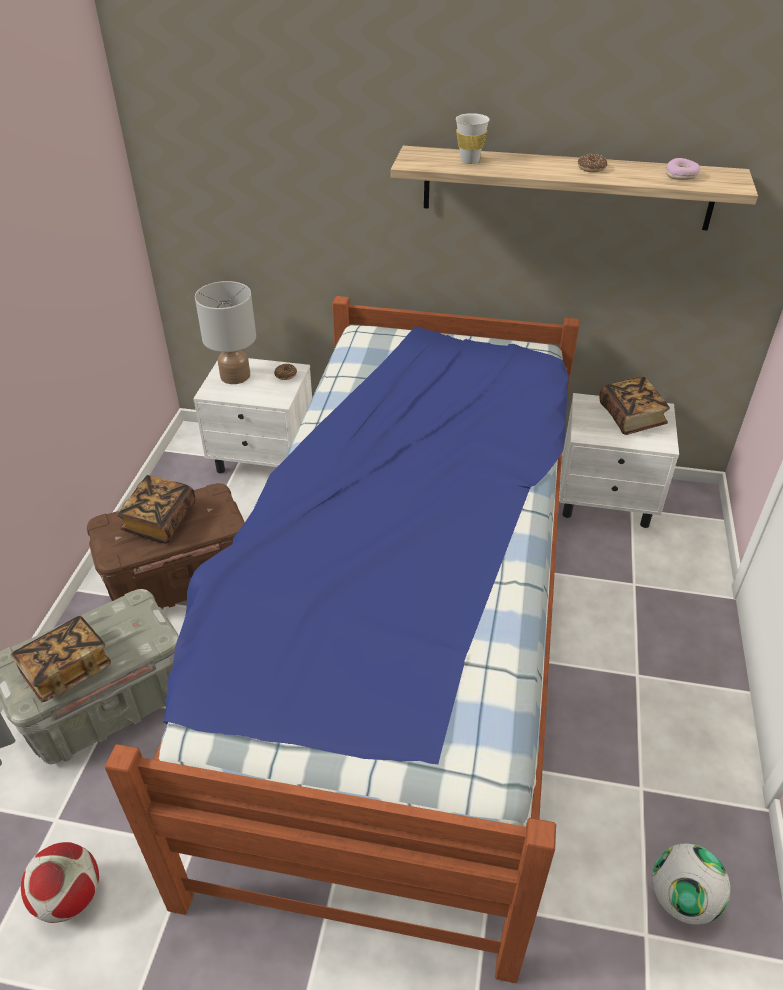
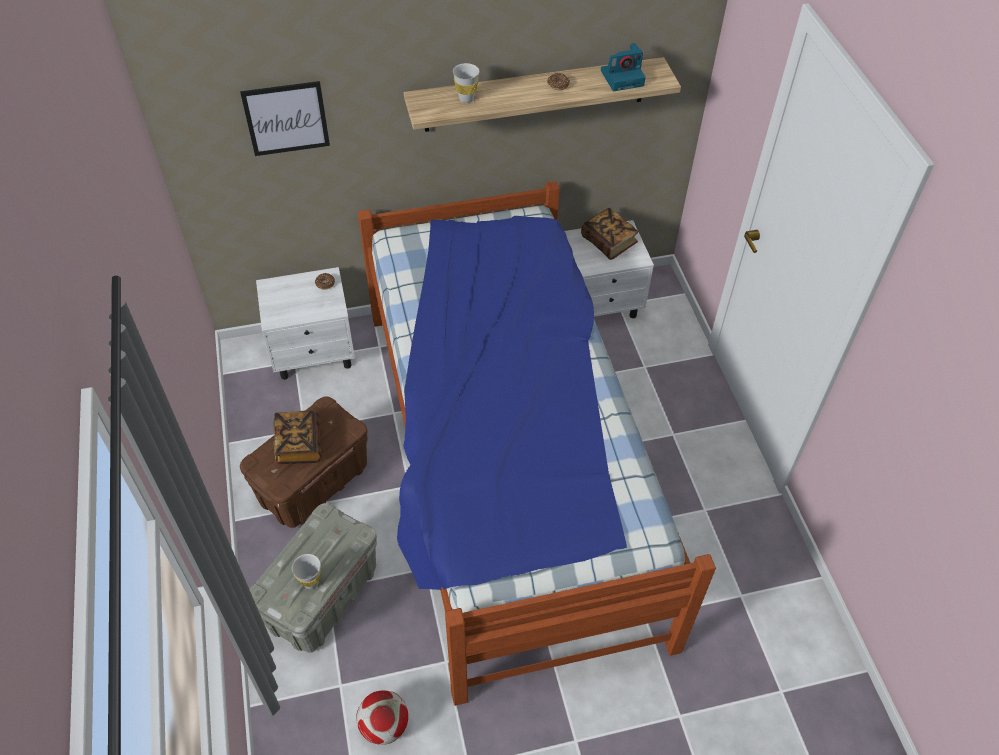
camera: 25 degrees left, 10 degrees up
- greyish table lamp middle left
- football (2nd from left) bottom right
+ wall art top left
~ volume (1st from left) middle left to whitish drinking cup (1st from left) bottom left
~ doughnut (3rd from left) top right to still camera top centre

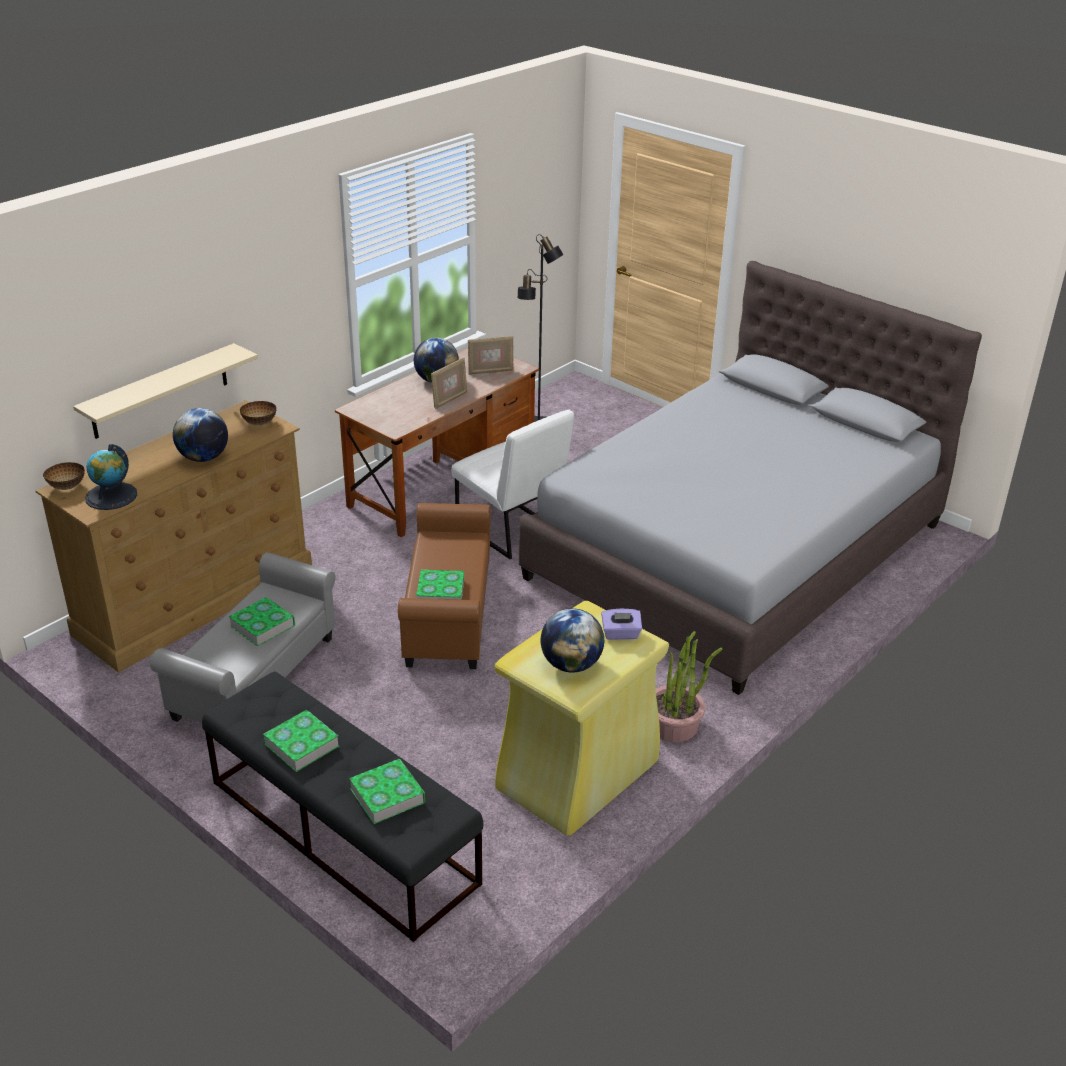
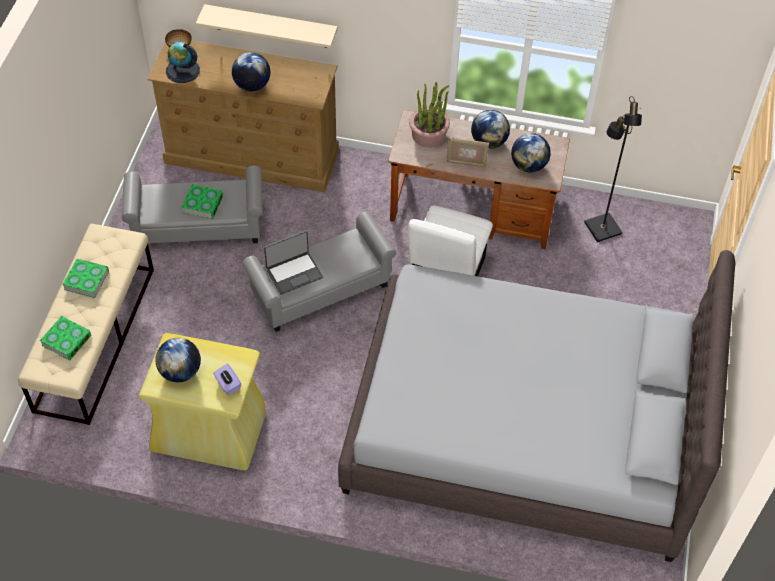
camera: 60 degrees right, 20 degrees up
- serving bowl (2nd from left) middle left
~ potted plant centre to top centre
~ volume (4th from left) centre to notebook computer centre
~ standing frame (2nd from left) top centre to world globe (5th from left) top right
~ black-coloured long seat bottom left to beige long seat middle left
~ brownish footrest centre to greyish footrest (2nd from left) centre

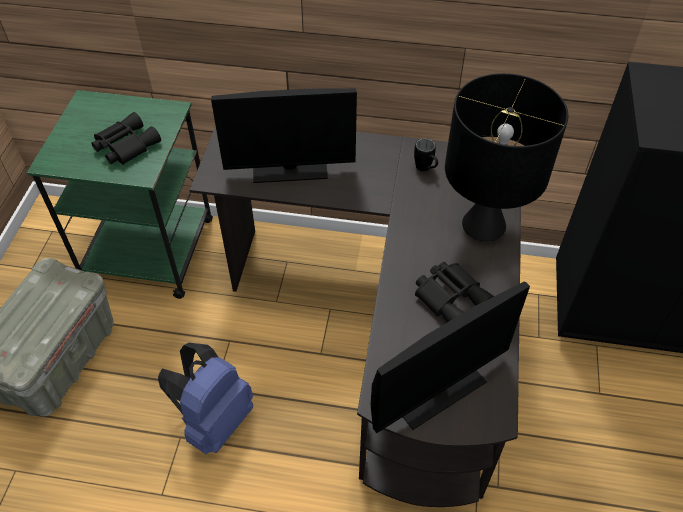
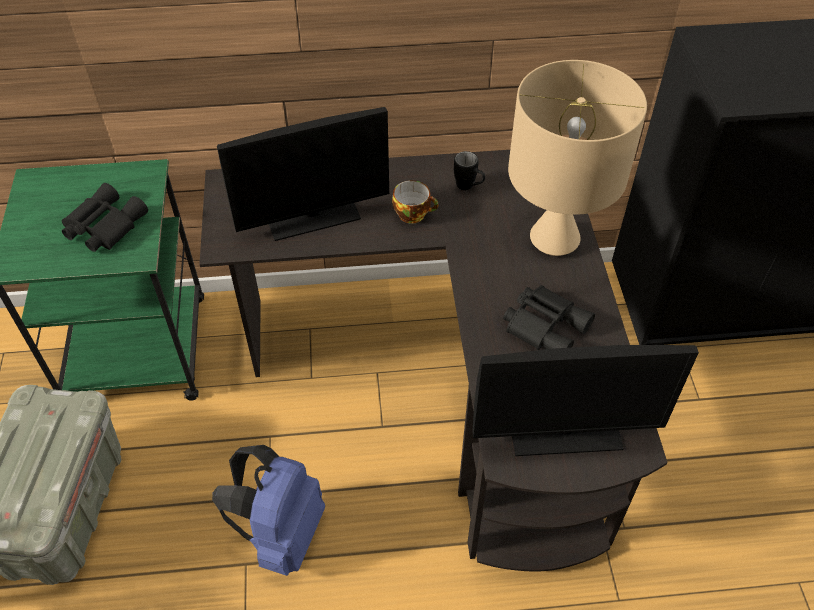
camera: 15 degrees left, 0 degrees up
+ drinking cup top centre
~ black-coloured table lamp top right to beige table lamp top right
~ computer screen (2nd from left) bottom centre = middle right 45 degrees clockwise

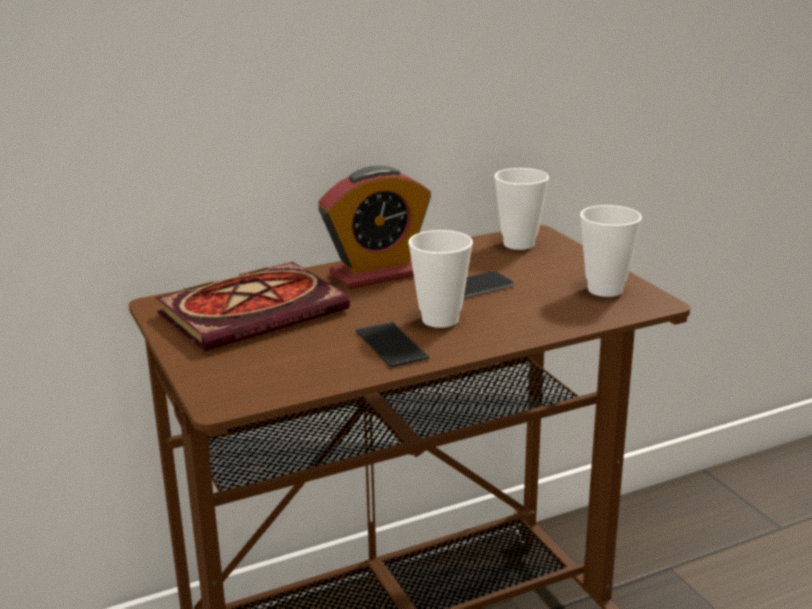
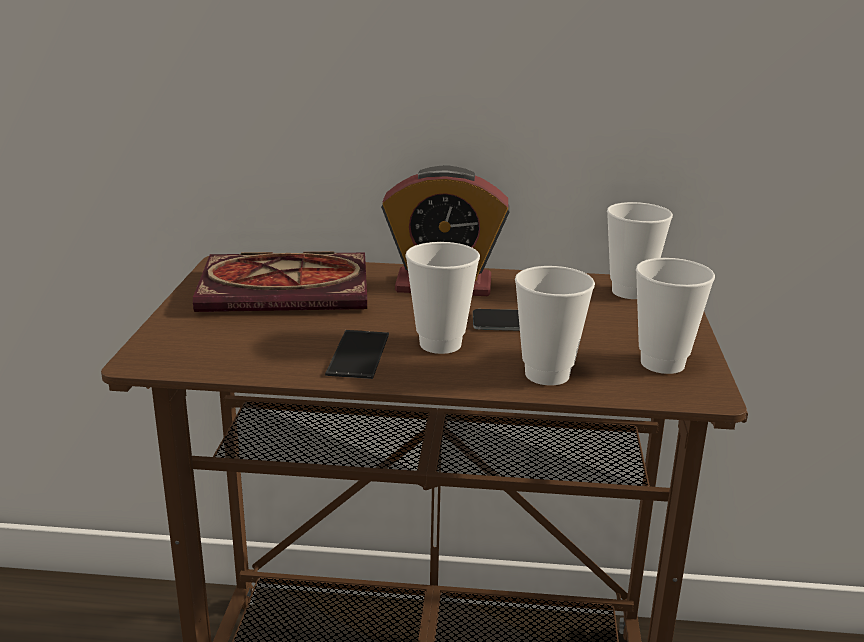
camera: 30 degrees right, 0 degrees up
+ drinking cup (2nd from left) centre

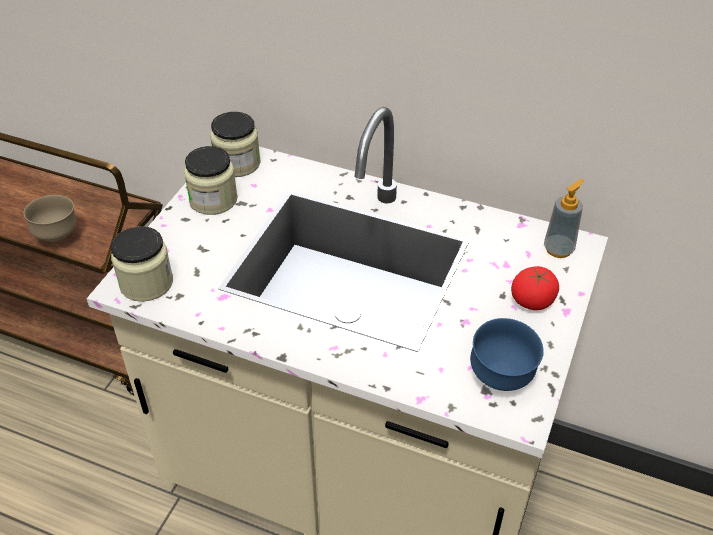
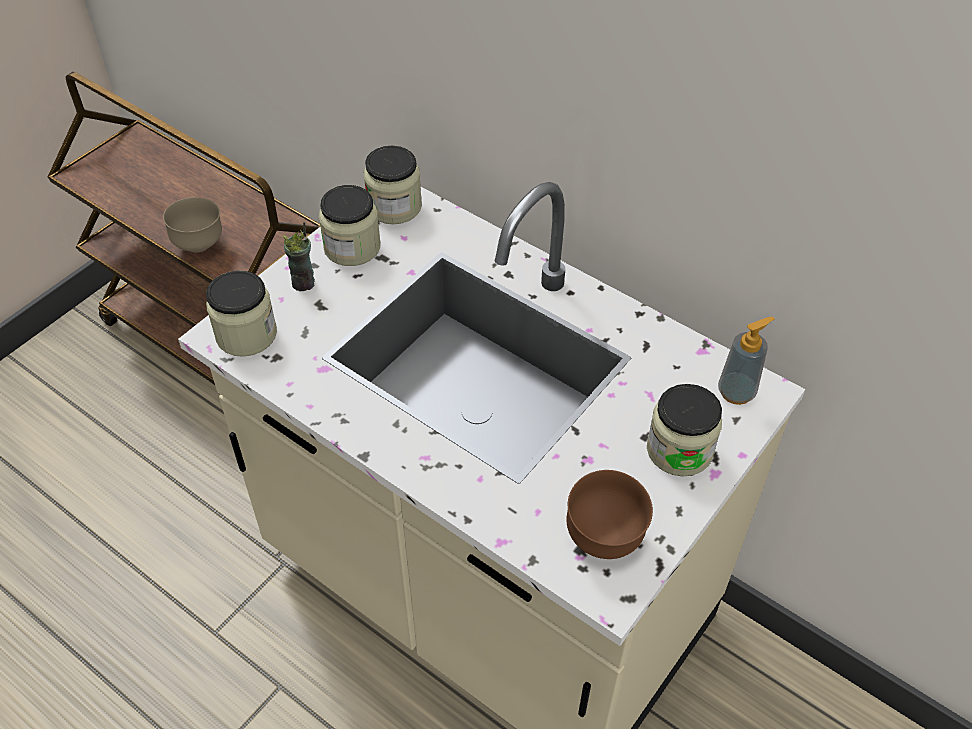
camera: 15 degrees right, 5 degrees up
+ drinking cup middle left
~ whole tomato middle right to storage jar (4th from left) middle right
~ blue serving bowl middle right to brownish serving bowl (2nd from left) bottom centre

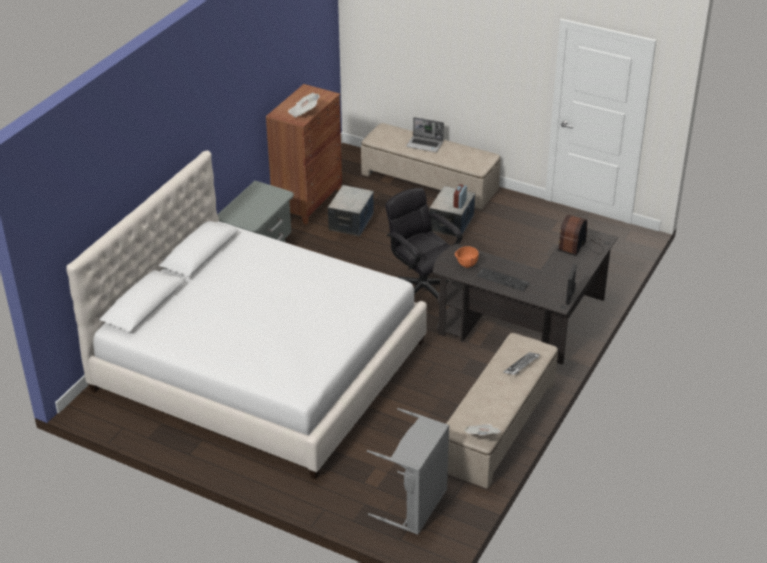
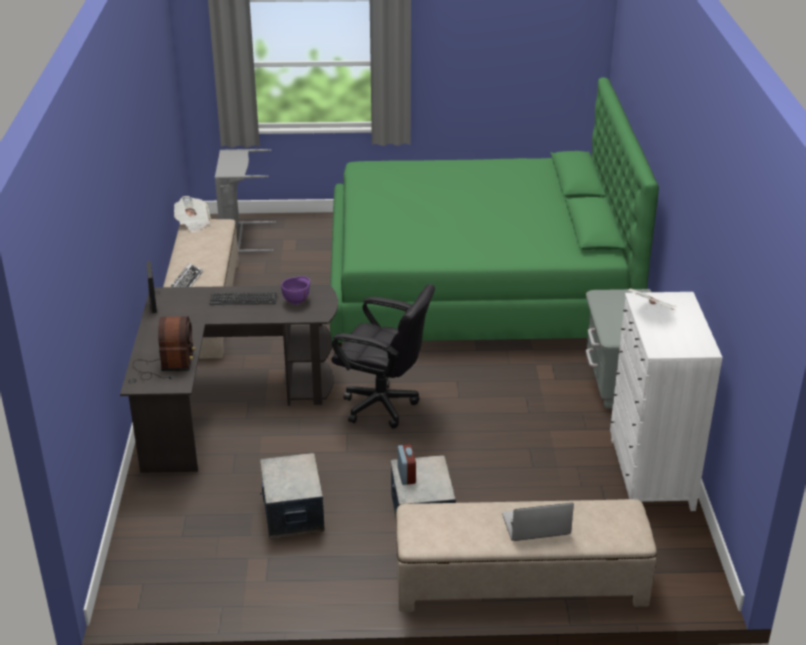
camera: 150 degrees right, 5 degrees down
~ storage bin (1st from left) centre to bottom centre
~ whitish bed middle left to green bed top centre
~ brownish drawer chest top centre to whitish drawer chest middle right
~ orange-coloured serving bowl centre to purplish serving bowl centre

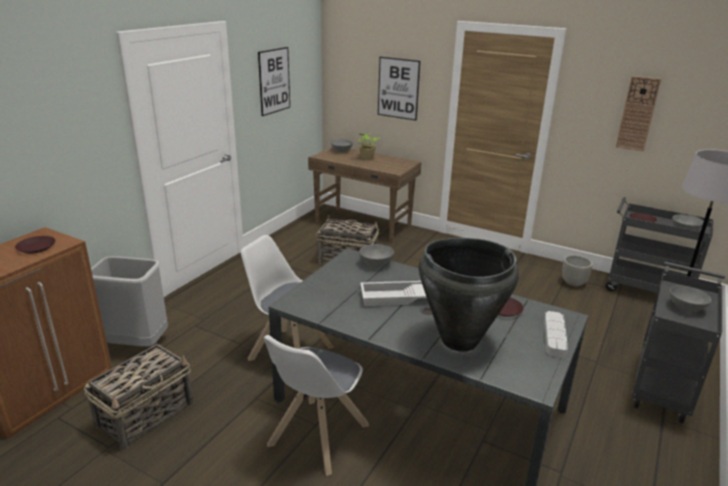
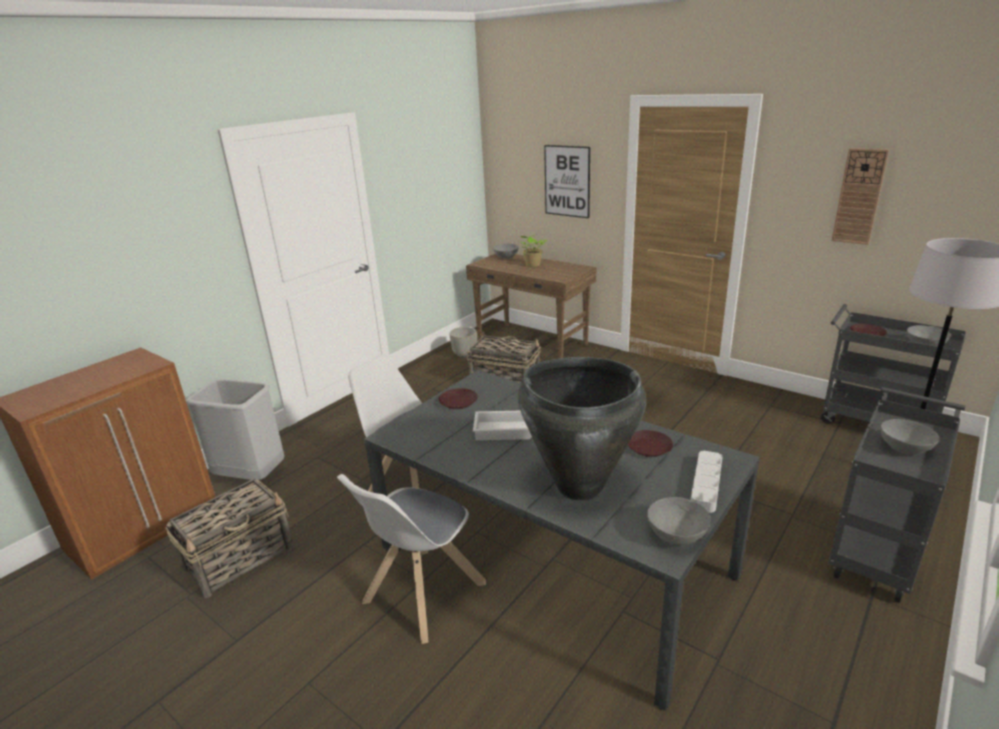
camera: 10 degrees right, 0 degrees up
- wall art (1st from left) top centre
~ brownish flat dish (1st from left) middle left to centre
~ greyish serving bowl (2nd from left) centre to bottom right
~ greyish planter middle right to centre

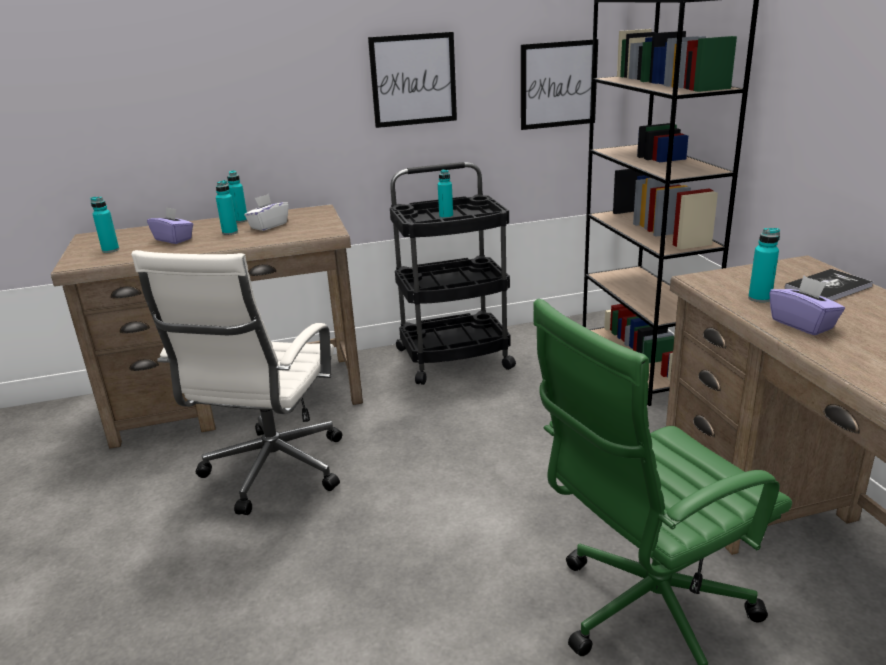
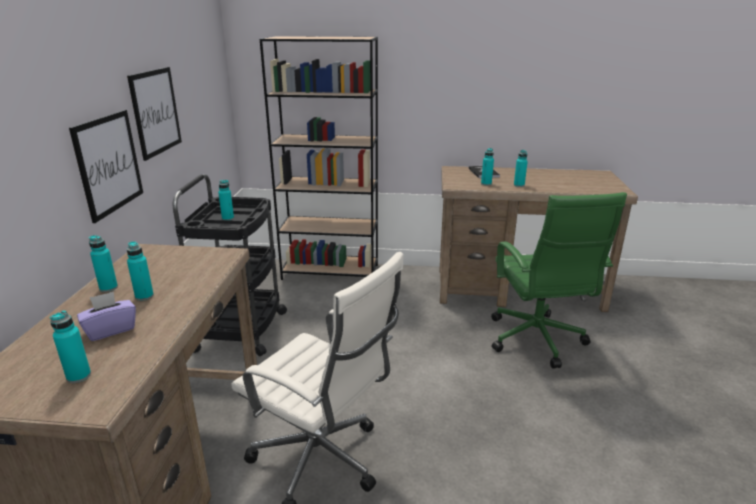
camera: 70 degrees left, 0 degrees up
- whitish tissue box top left
~ wall art (2nd from left in the first image) top centre to wall art (1st from left) top left
~ purplish tissue box (2nd from left) middle right to turquoise drink bottle (6th from left) middle right

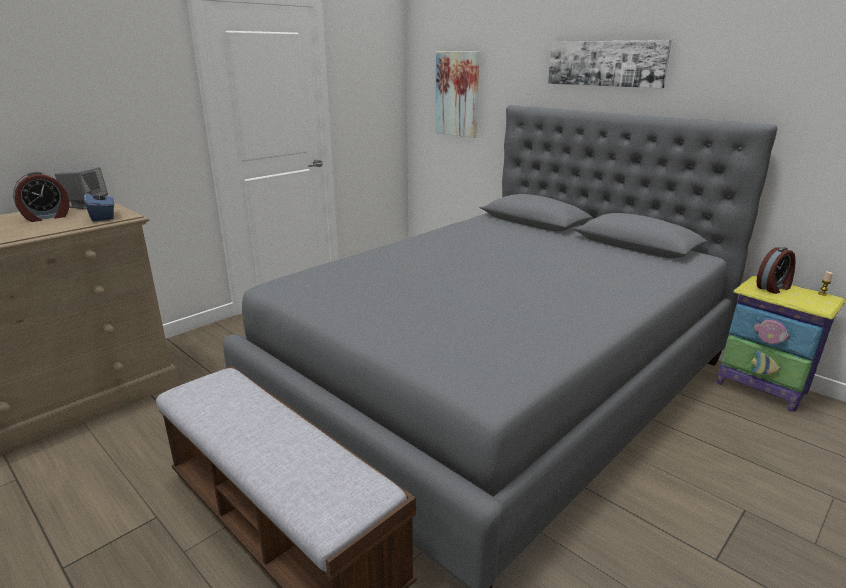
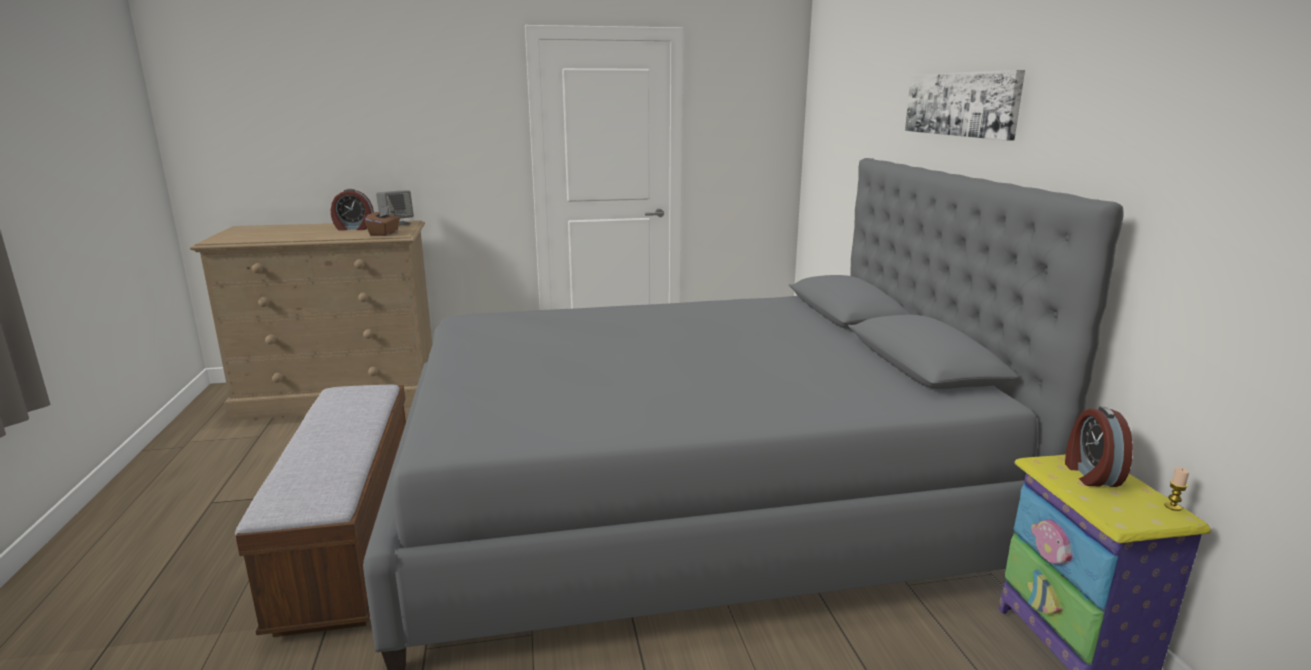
camera: 35 degrees right, 5 degrees down
- wall art (1st from left) top centre
~ blue tissue box middle left to brownish tissue box top left
~ alarm clock (2nd from left) middle right = bottom right 90 degrees clockwise

